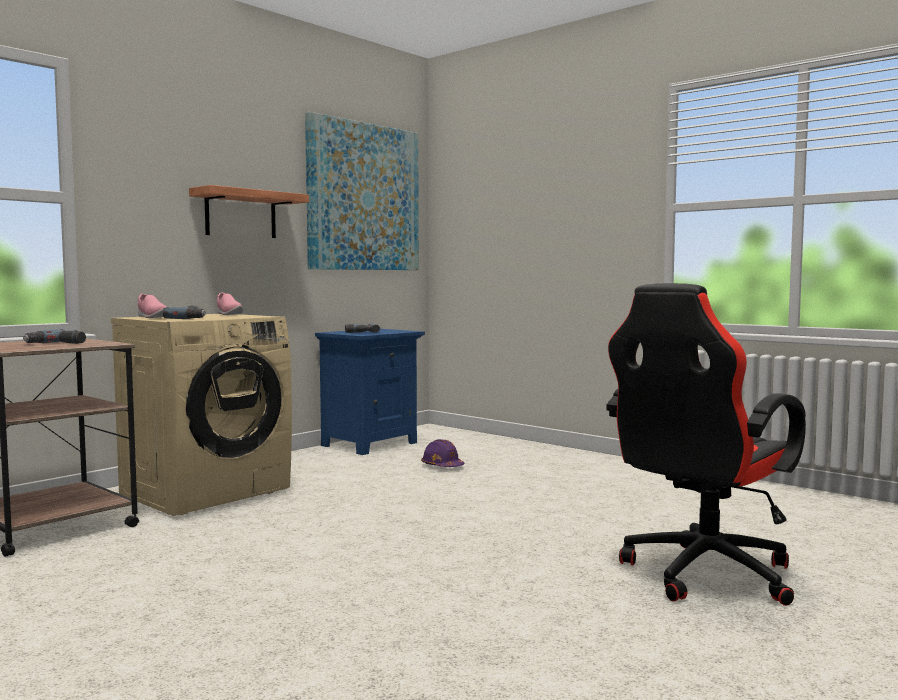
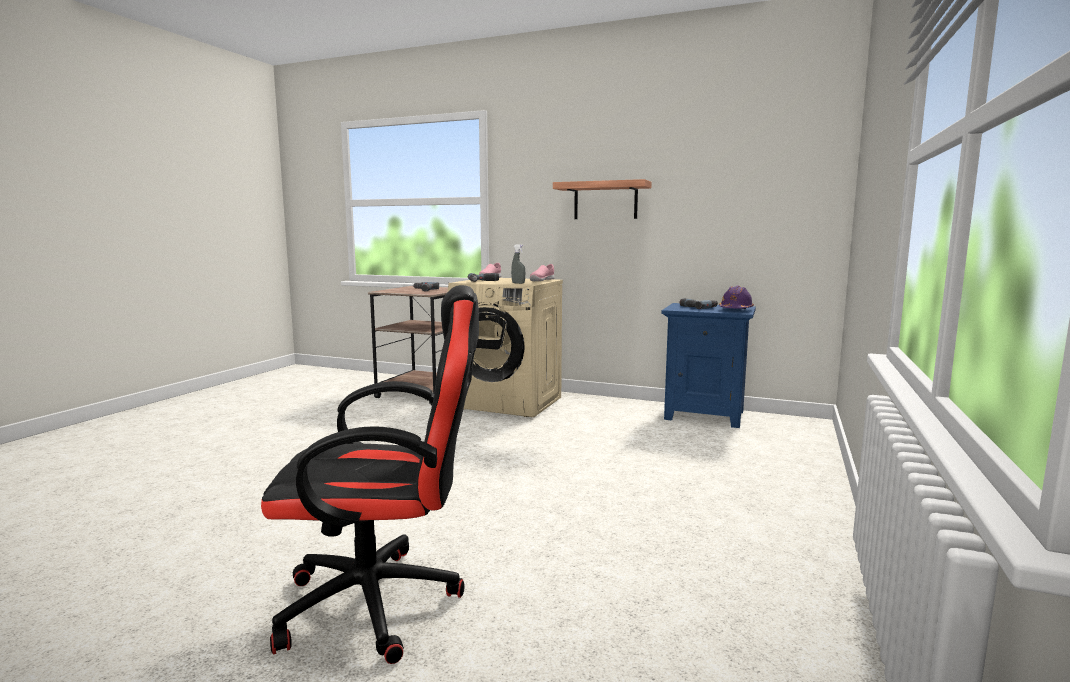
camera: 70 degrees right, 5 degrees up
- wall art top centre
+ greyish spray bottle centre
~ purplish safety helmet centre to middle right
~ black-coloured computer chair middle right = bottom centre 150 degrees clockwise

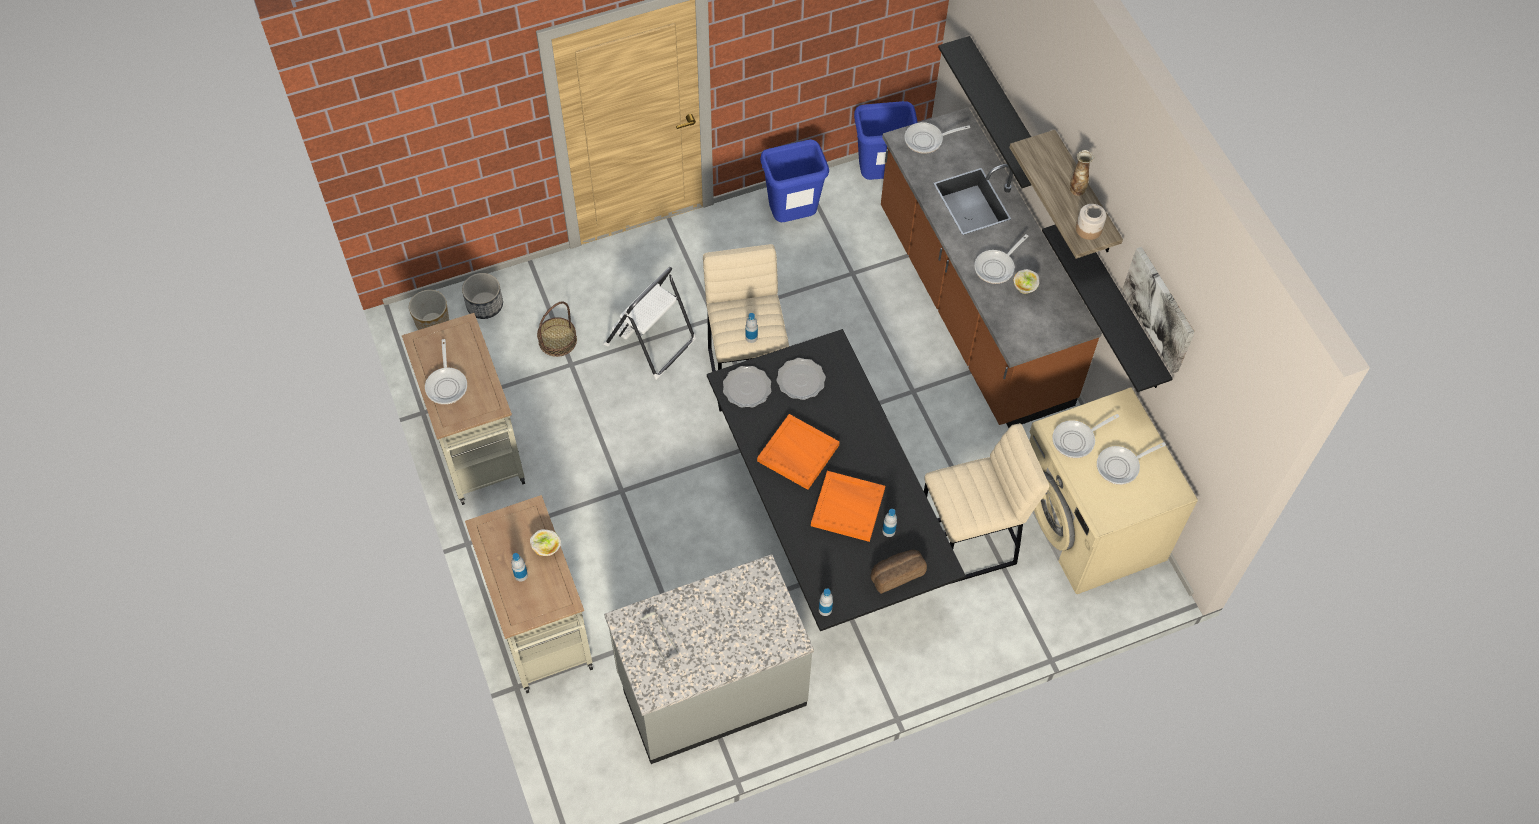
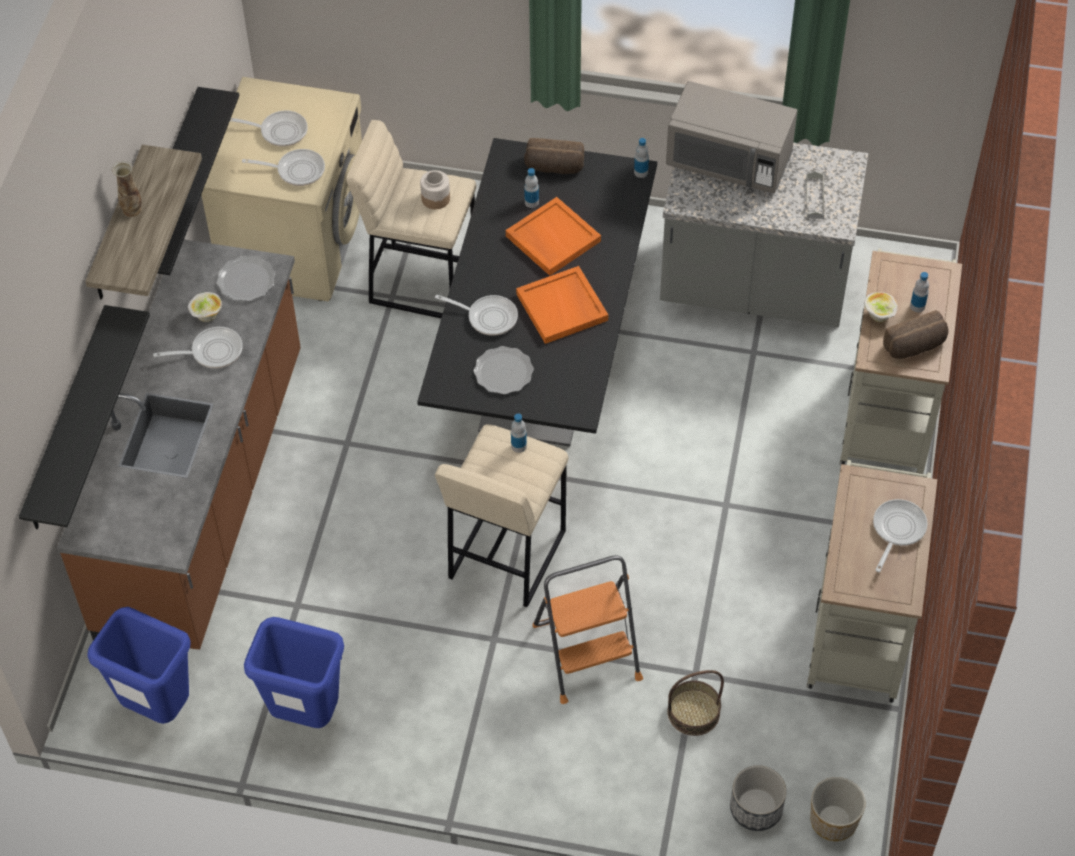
camera: 145 degrees left, 5 degrees down
- wall art middle right
+ greyish kitchen microwave top right
+ bread (2nd from left) middle right
~ flat dish (1st from left) centre to top left
~ skillet (2nd from left in the first image) top centre to skillet (4th from left) centre
~ storage jar top right to top centre
~ whitish step stool centre to orange-coloured step stool bottom centre

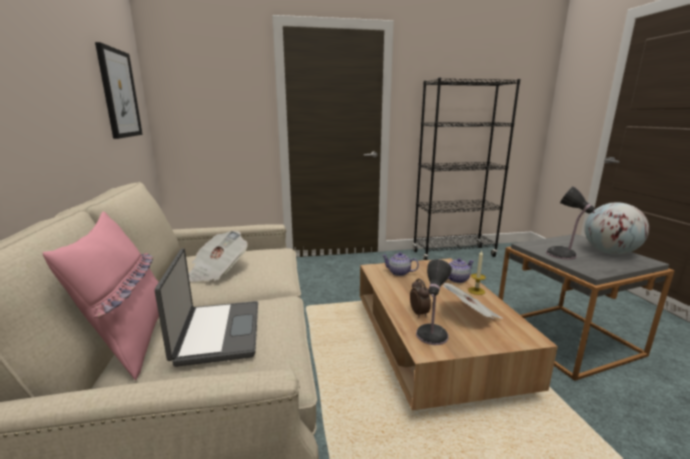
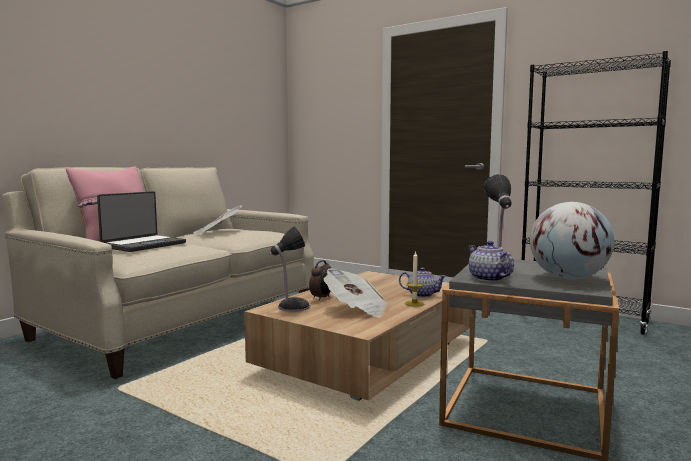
camera: 45 degrees right, 10 degrees down
- wall art top left
~ teapot (1st from left in the first image) centre to teapot (2nd from left) middle right

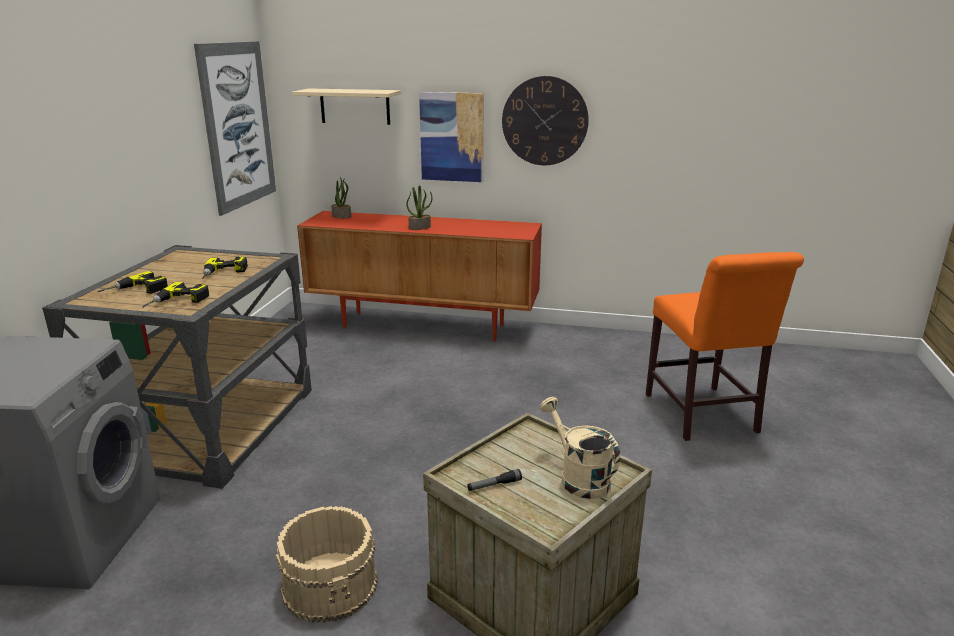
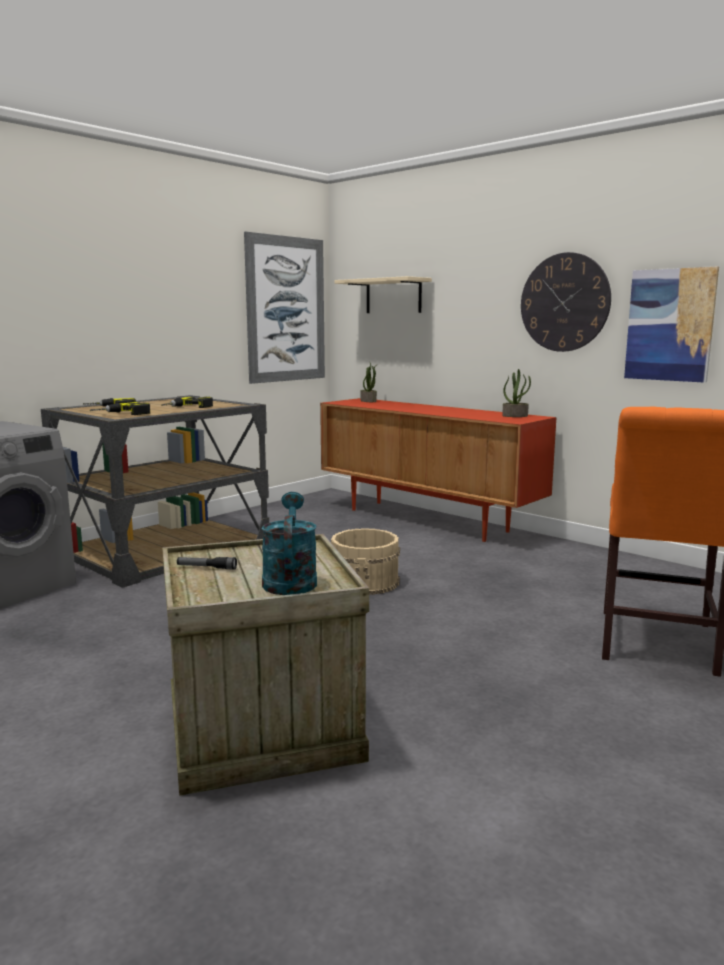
camera: 30 degrees right, 10 degrees down
~ beige bucket bottom centre to centre
~ potted plant (2nd from left) top centre to middle right
~ wall art (2nd from left) top centre to middle right
~ beige sprinkling can bottom centre to turquoise sprinkling can centre

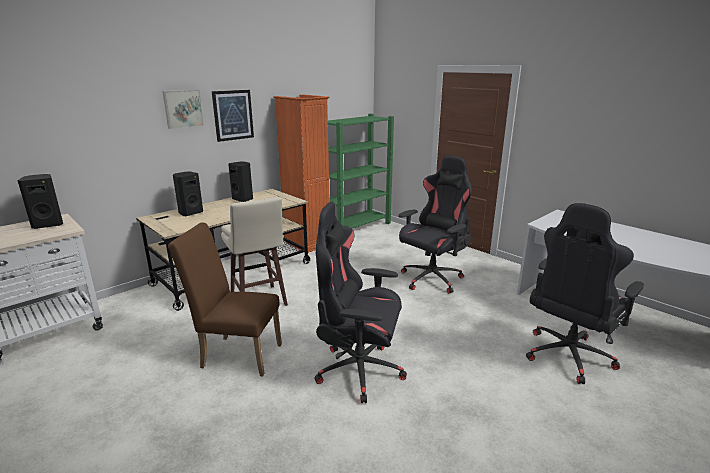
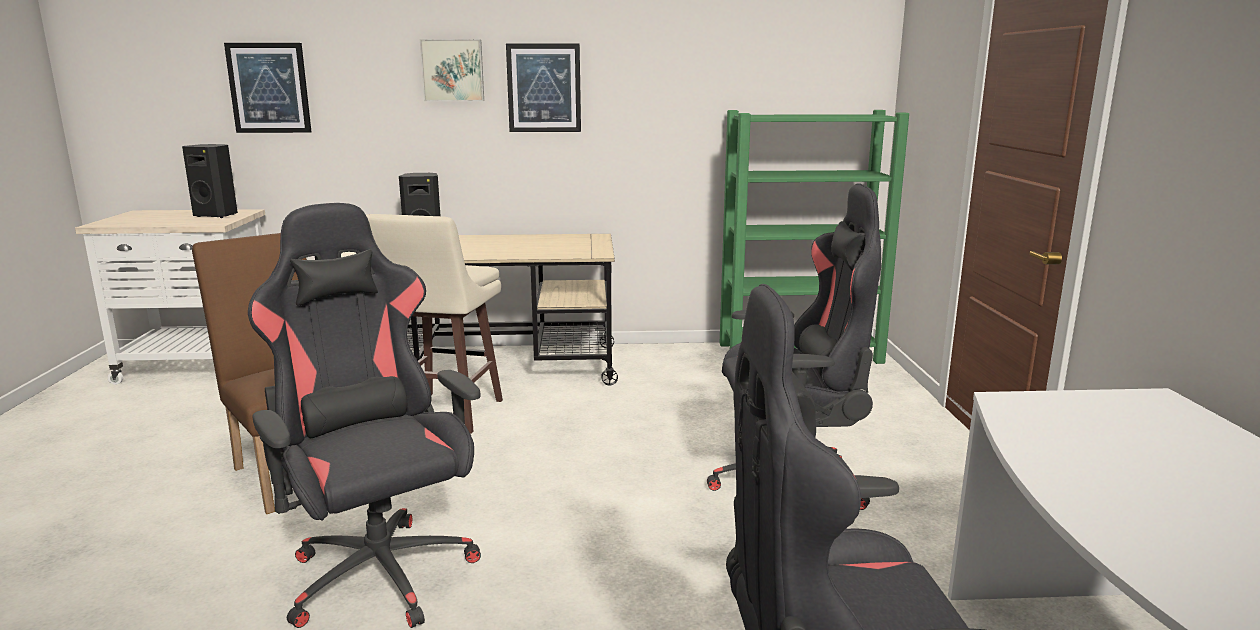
camera: 40 degrees right, 5 degrees down
- black-coloured audio speaker (3rd from left) centre
- orange-coloured cupboard centre
+ wall art (1st from left) top left

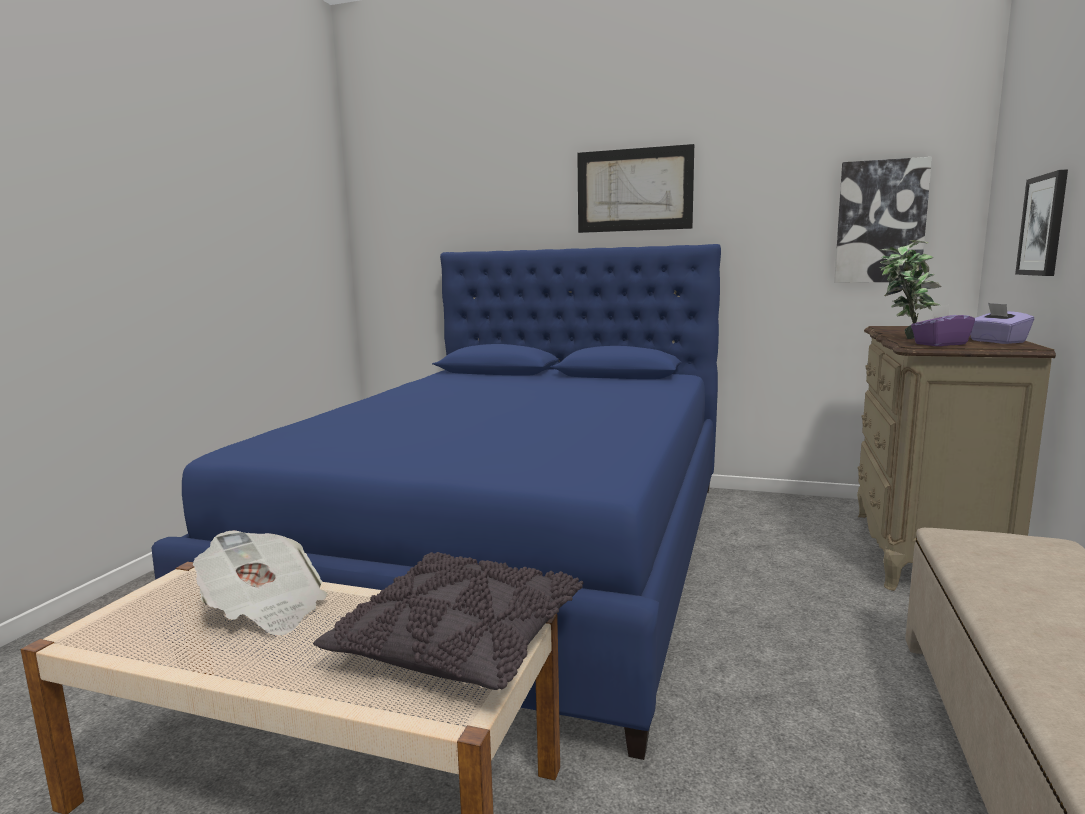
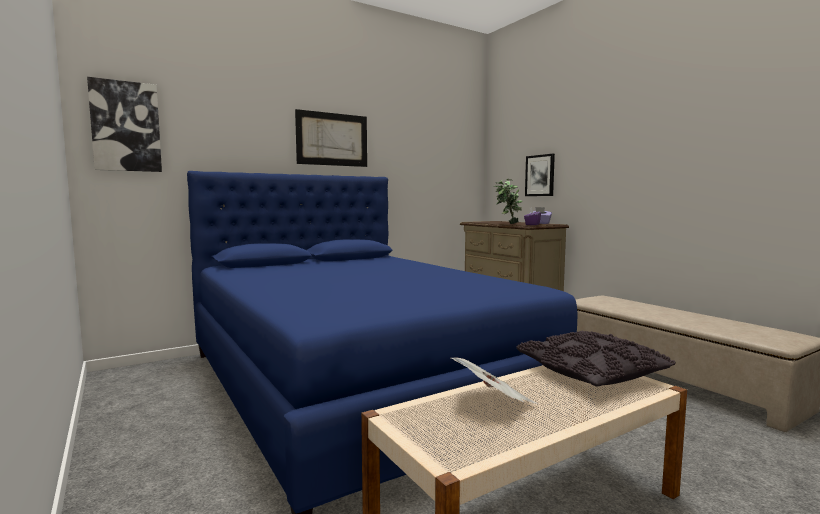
camera: 50 degrees left, 5 degrees down
~ wall art (2nd from left in the first image) top right to wall art (1st from left) top left

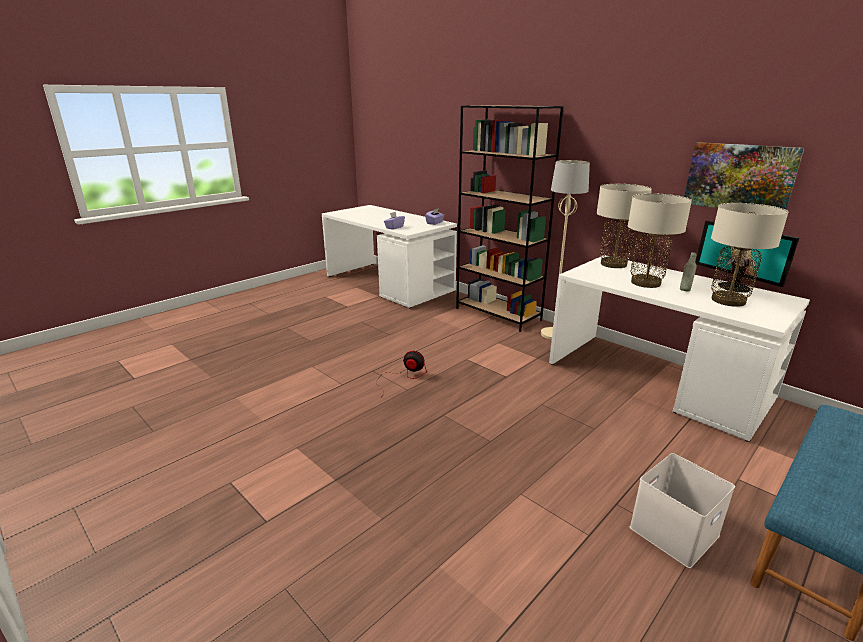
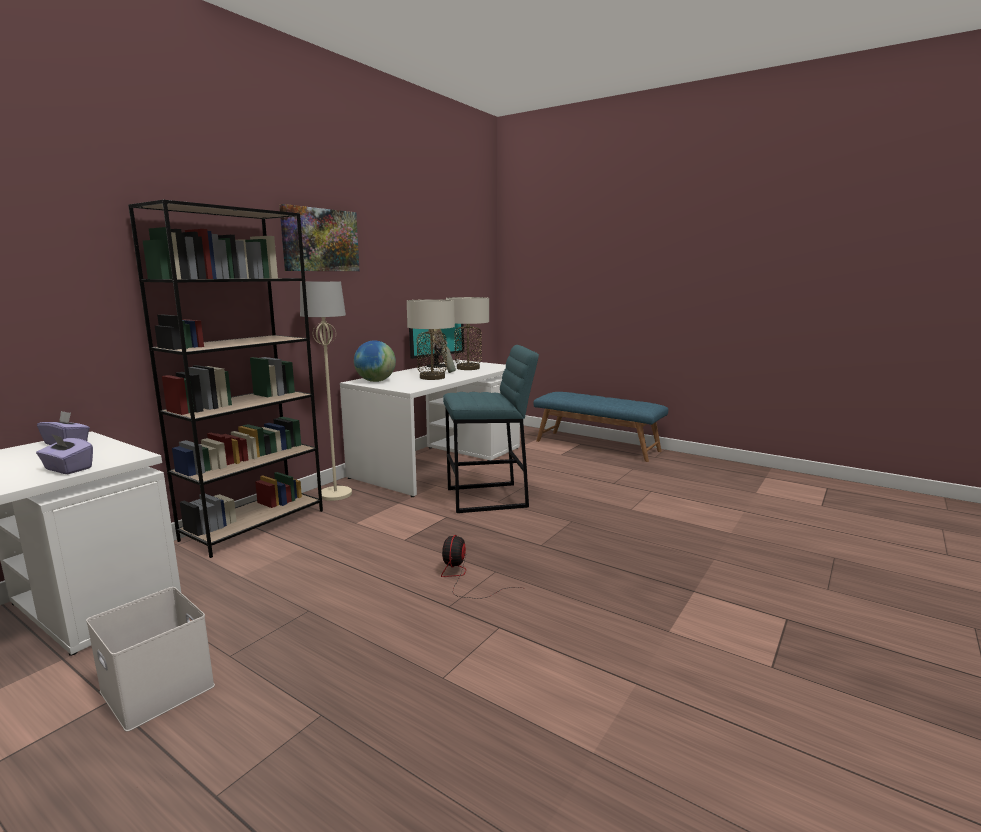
camera: 100 degrees left, 10 degrees down
+ turquoise stool seat centre
~ whitish storage bin bottom right to bottom left
~ wall art top right to top left
~ table lamp (1st from left) middle right to world globe centre

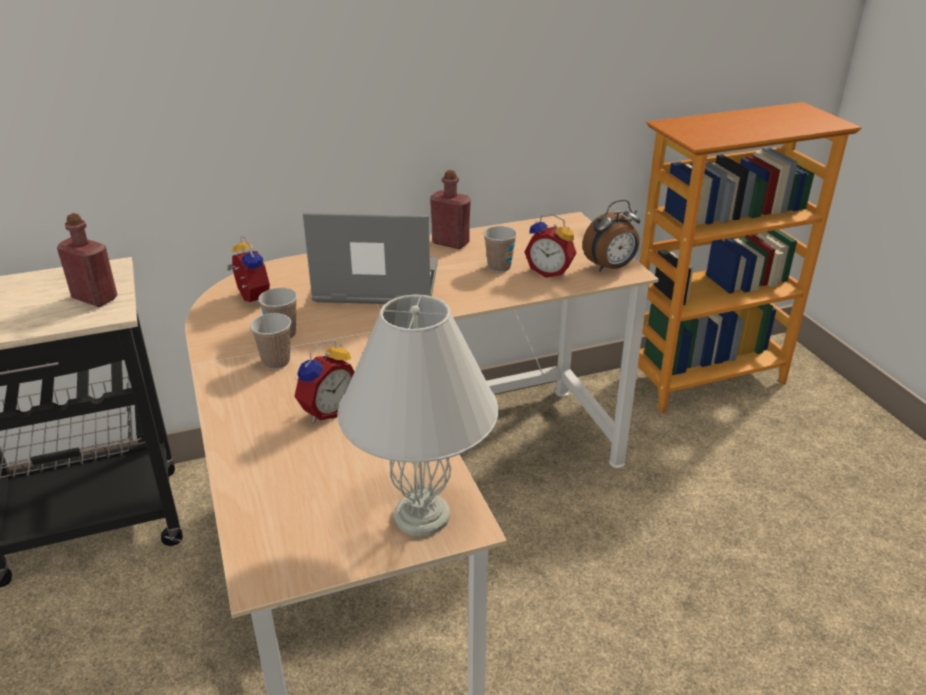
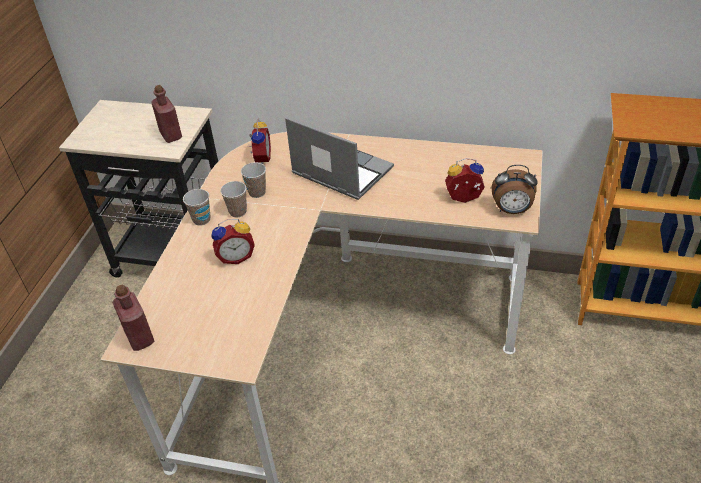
camera: 35 degrees right, 10 degrees up
- whitish table lamp centre
~ red-coloured drink bottle (2nd from left in the first image) top centre to red-coloured drink bottle (1st from left) middle left
~ drinking cup (3rd from left in the first image) centre to drinking cup (1st from left) middle left
~ alarm clock (3rd from left) centre = centre 120 degrees clockwise

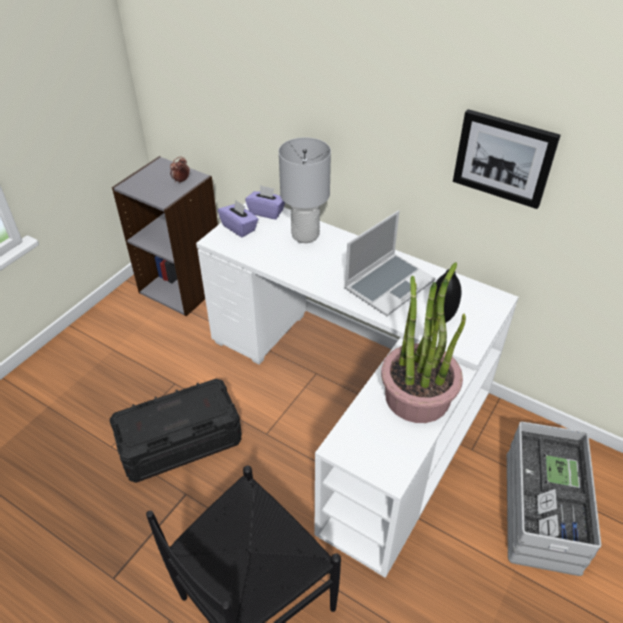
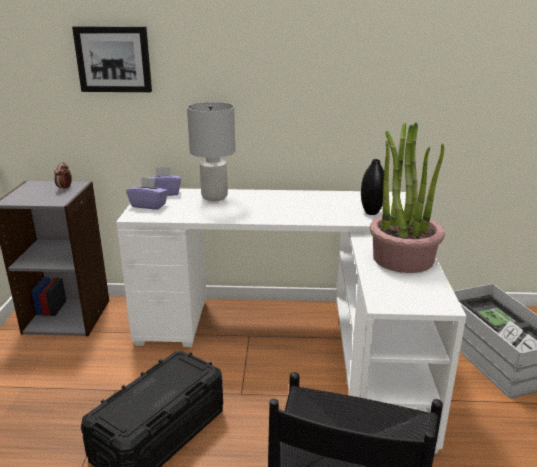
camera: 30 degrees left, 20 degrees down
- notebook computer centre
~ wall art top right to top left

